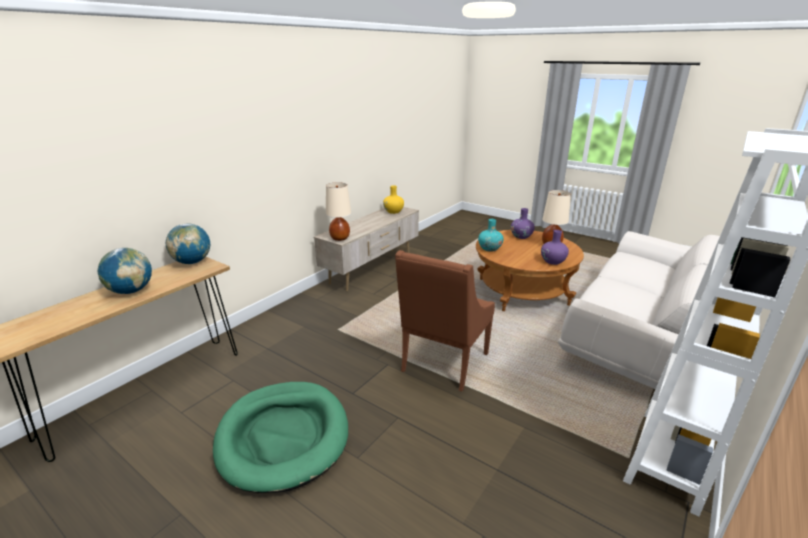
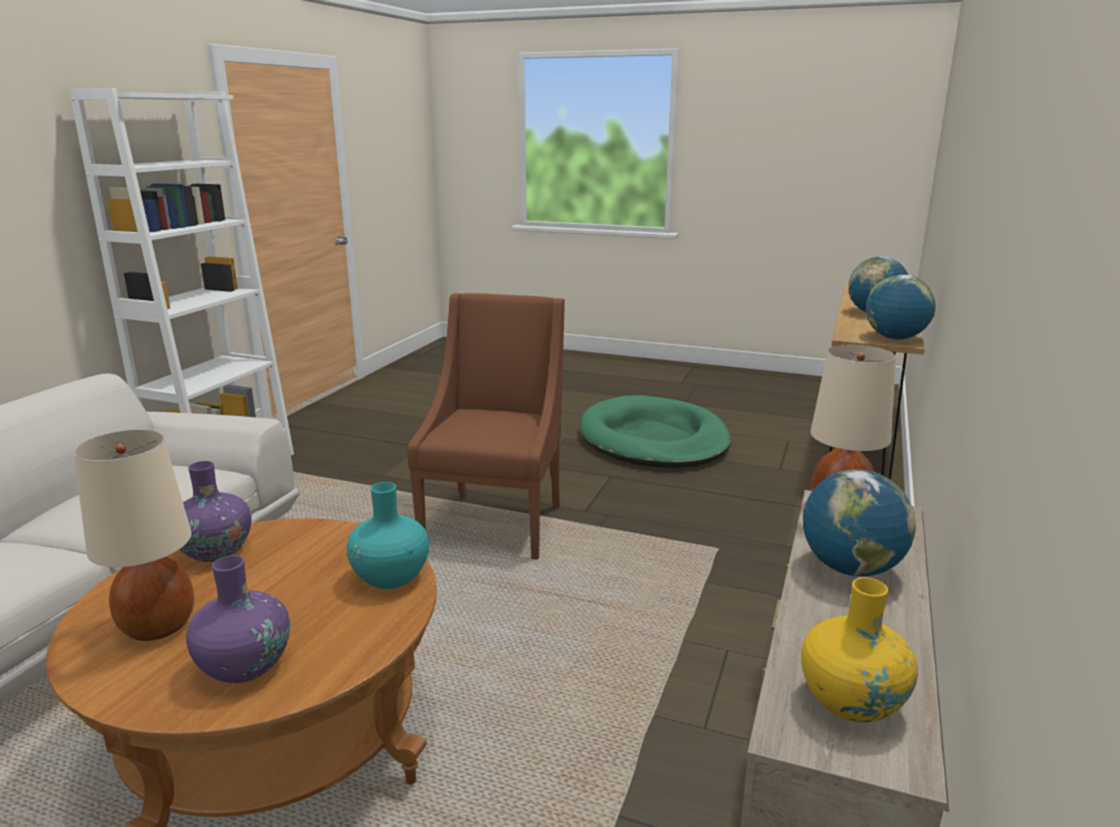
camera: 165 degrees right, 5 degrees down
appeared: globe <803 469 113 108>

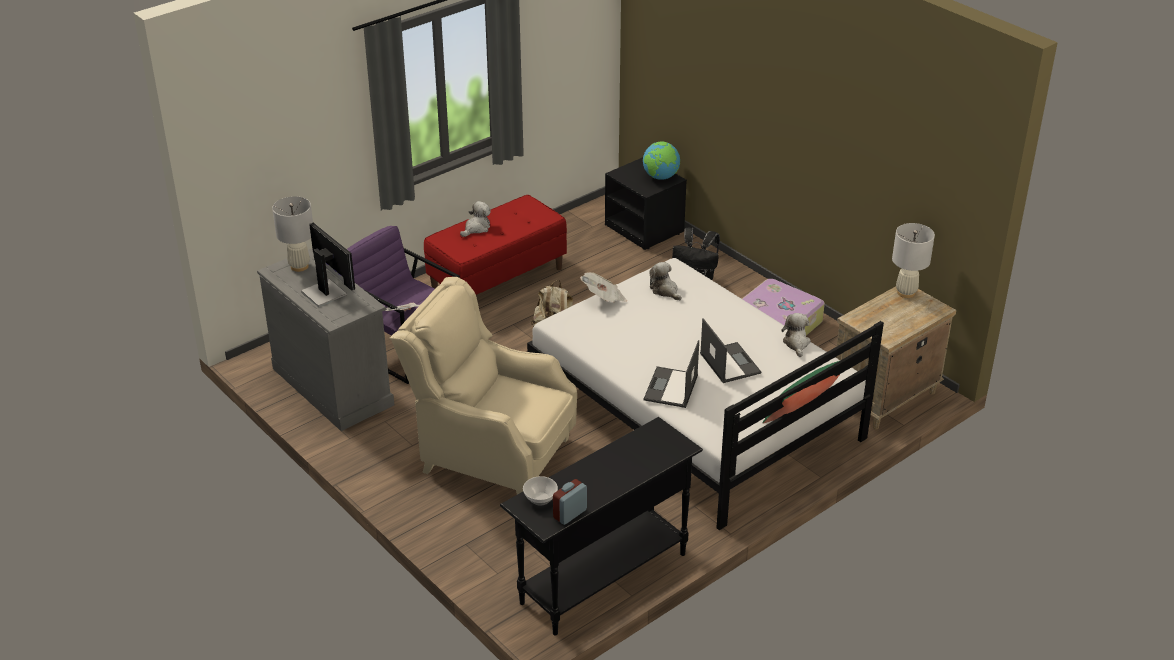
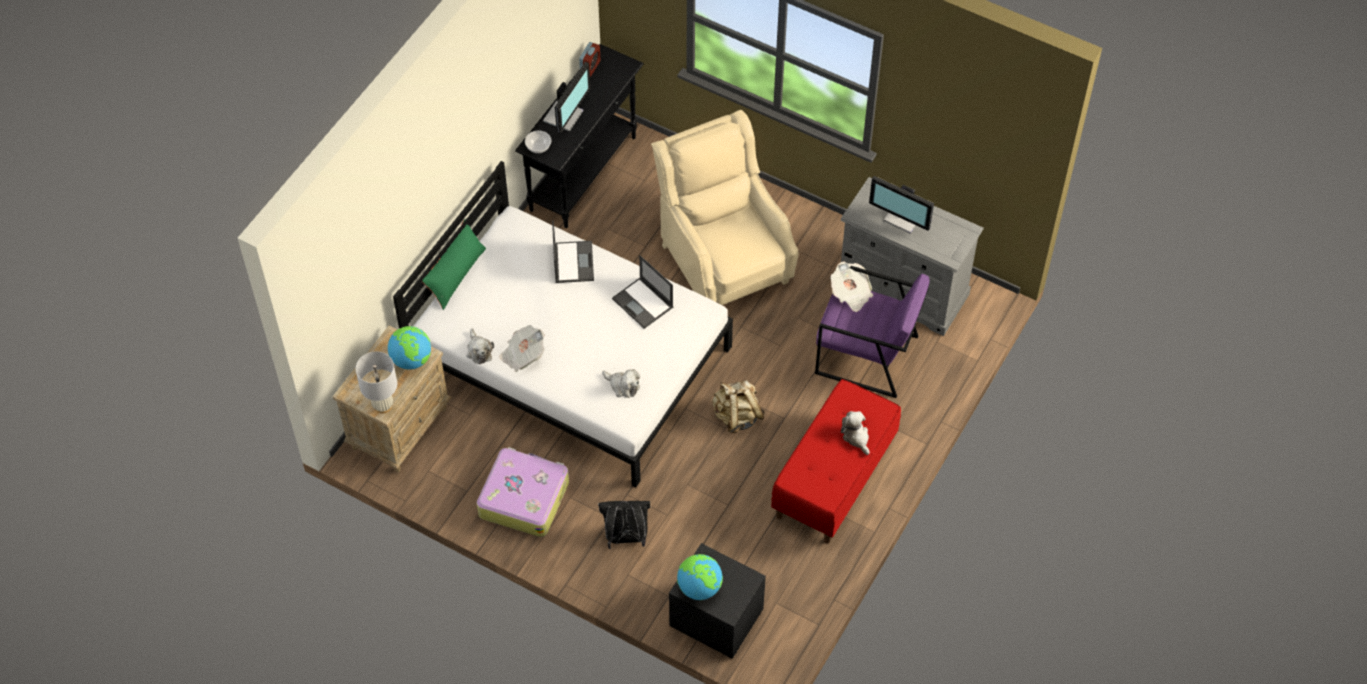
camera: 160 degrees right, 20 degrees up
missing: white table lamp <272 196 41 76>
appeared: globe <388 326 43 44>; monitor <543 62 47 71>
relocated: bowl <523 476 35 29> to <525 130 26 24>; newspaper <580 272 47 31> to <499 325 46 47>; laptop <700 318 61 65> to <612 255 61 74>
spun: beige armchair <390 277 187 218> = <651 109 147 196> 120 degrees counterclockwise; plush toy <460 201 31 36> = <841 411 29 44> 135 degrees clockwise

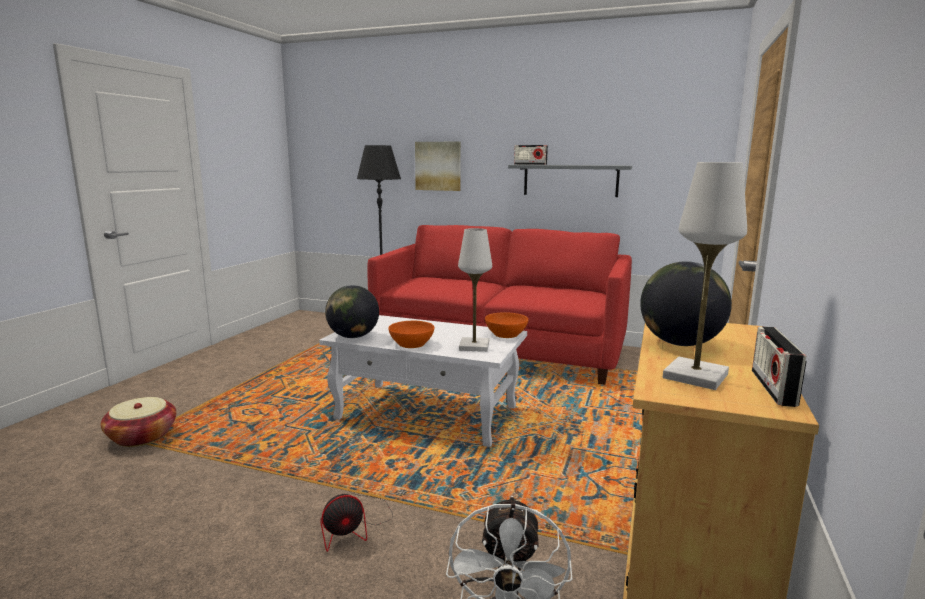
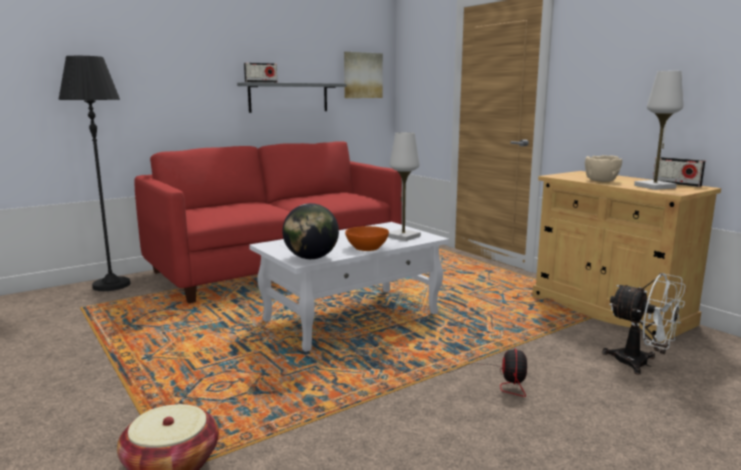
camera: 55 degrees left, 0 degrees up
missing: orange bowl <485 312 43 26>
relocated: picture <415 142 46 49> to <344 52 39 46>
exchanged: globe <640 261 92 85> to beige bowl <585 155 37 27>

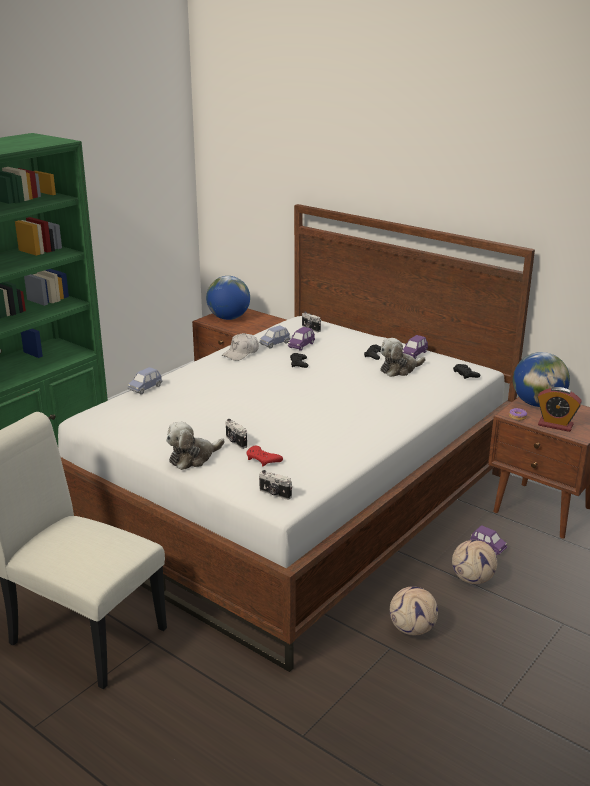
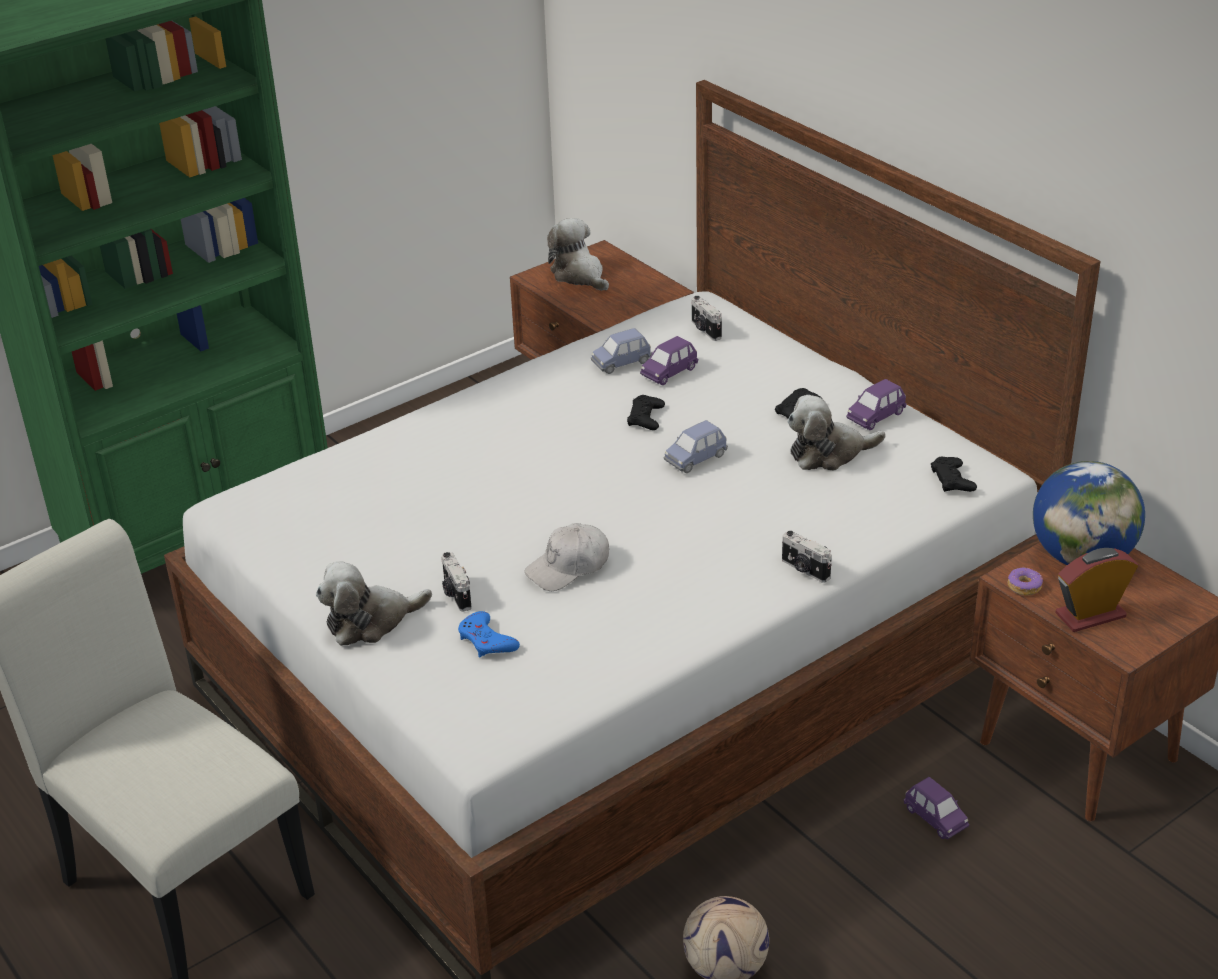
camera: 15 degrees right, 10 degrees up
missing: football <452 540 45 44>
relocated: blue toy car <128 367 35 28> to <663 420 65 53>; white cap <222 333 37 28> to <524 523 85 68>; photo camera <259 470 33 30> to <782 531 50 52>
exchanged: globe <206 276 44 44> to plush toy <547 218 62 73>
colour: red game controller <247 446 36 20> to blue game controller <458 611 62 46>
spun: alarm clock <537 387 45 45> = <1055 548 83 84> 120 degrees clockwise

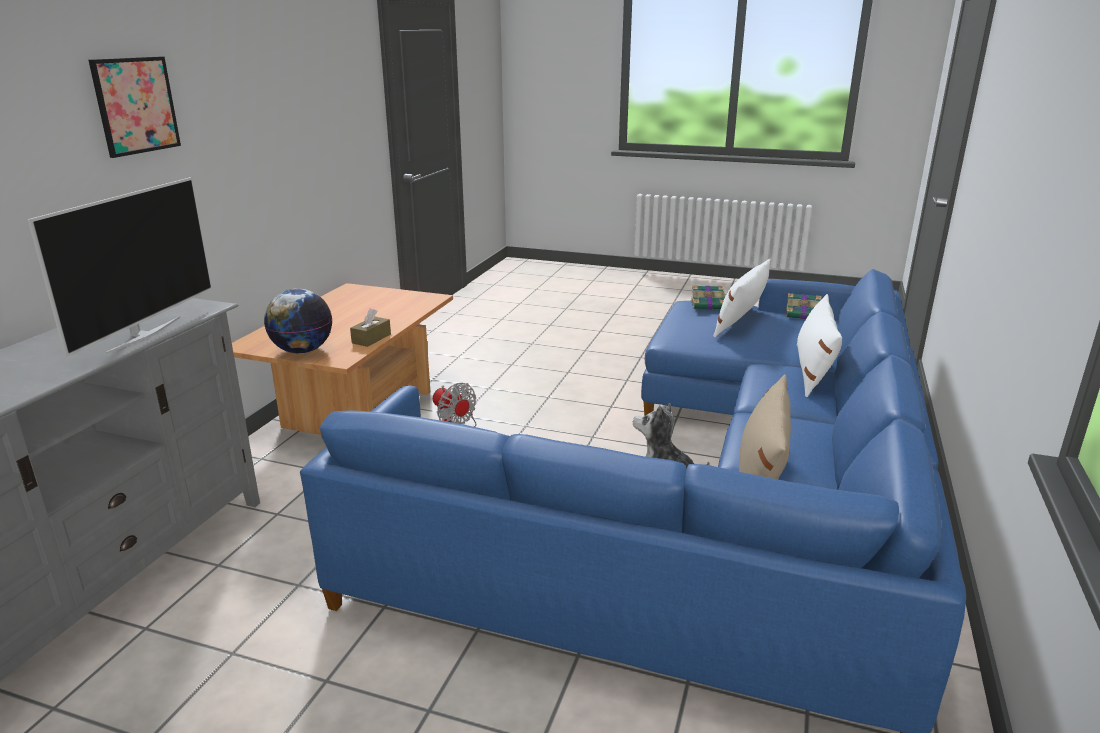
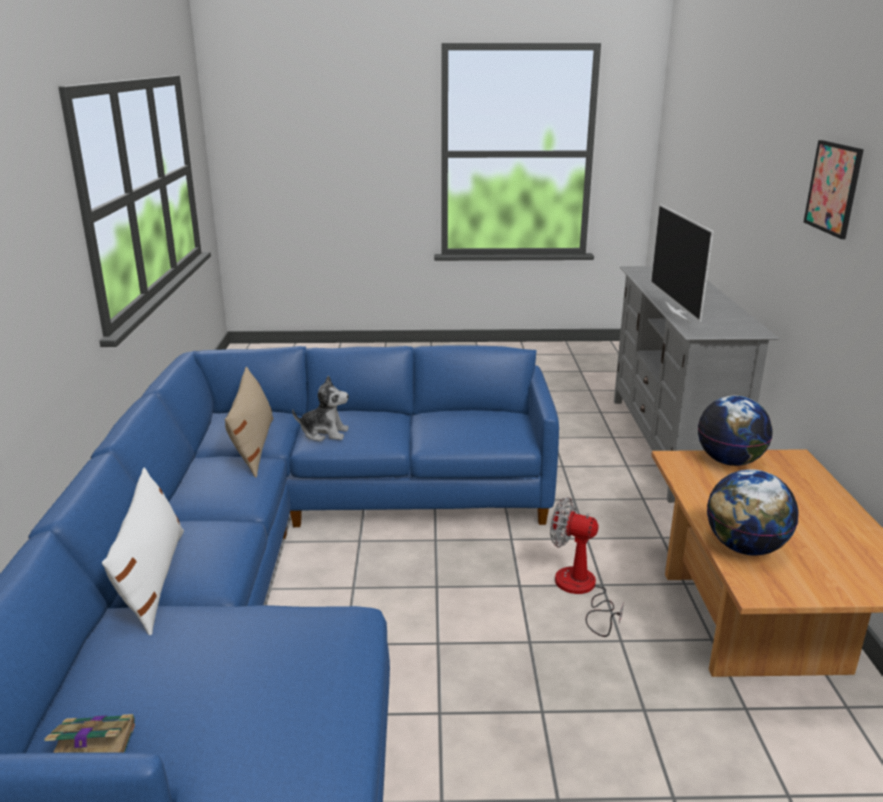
camera: 160 degrees right, 0 degrees up
missing: brown tissue box <350 309 41 38>; book <691 285 34 24>; white pillow <713 259 57 78>
appeared: globe <707 469 91 86>

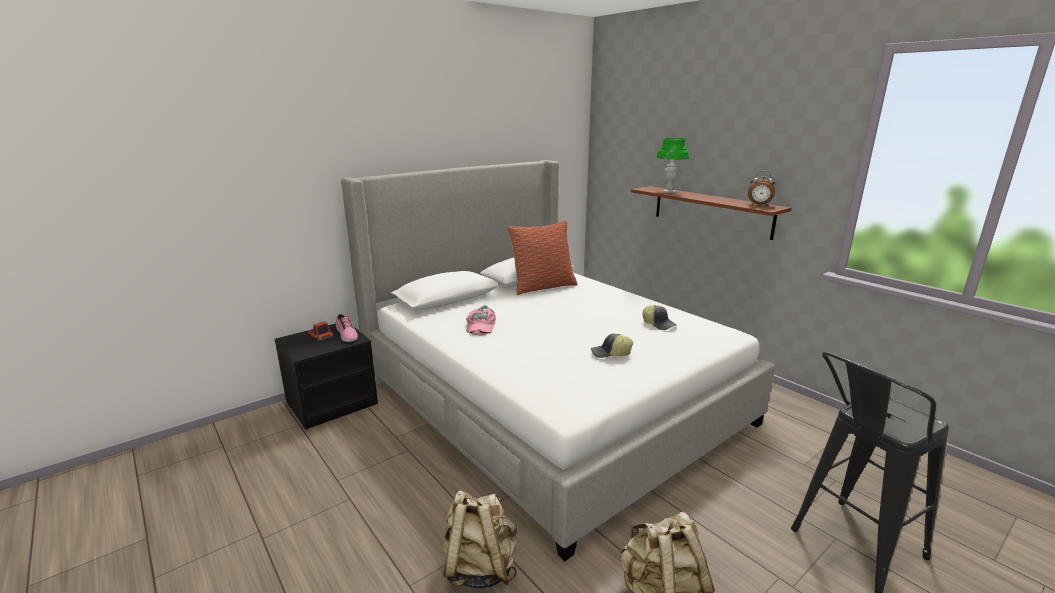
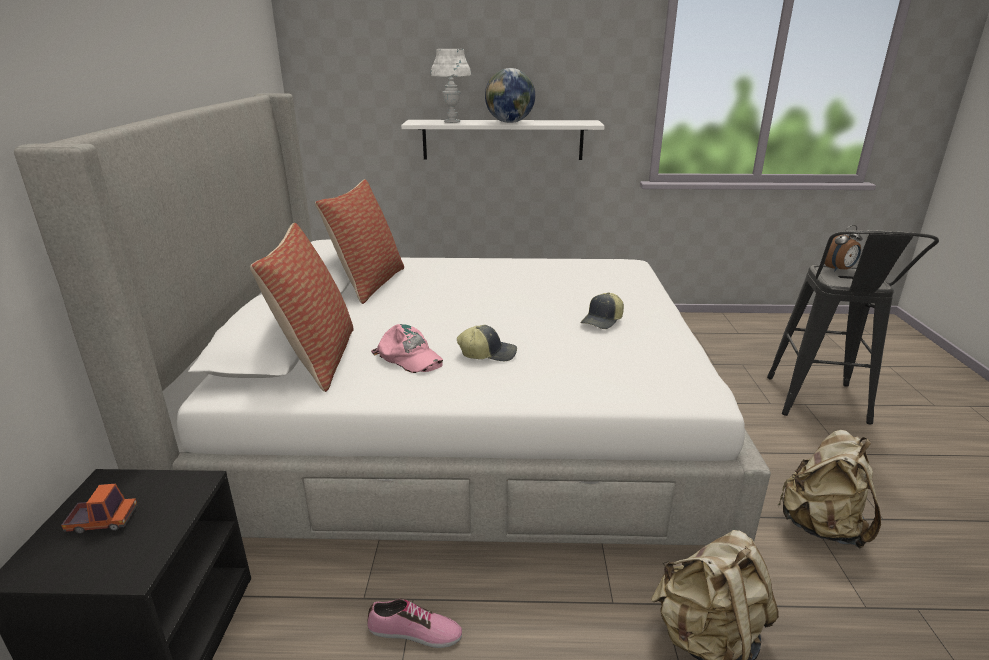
camera: 50 degrees left, 5 degrees up
appeared: pillow <250 223 104 169>; globe <485 68 50 55>
relocated: shoe <336 314 22 28> to <367 599 95 49>; cap <643 305 33 25> to <457 325 60 36>; alarm clock <748 171 28 35> to <824 225 39 47>
colour: brown shelf <631 186 161 54> to white shelf <401 120 204 40>; green table lamp <657 138 32 55> to white table lamp <430 49 41 74>

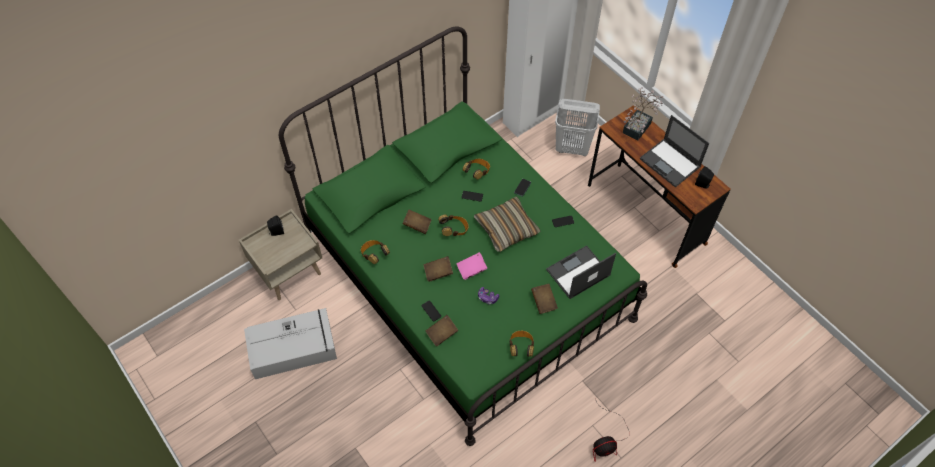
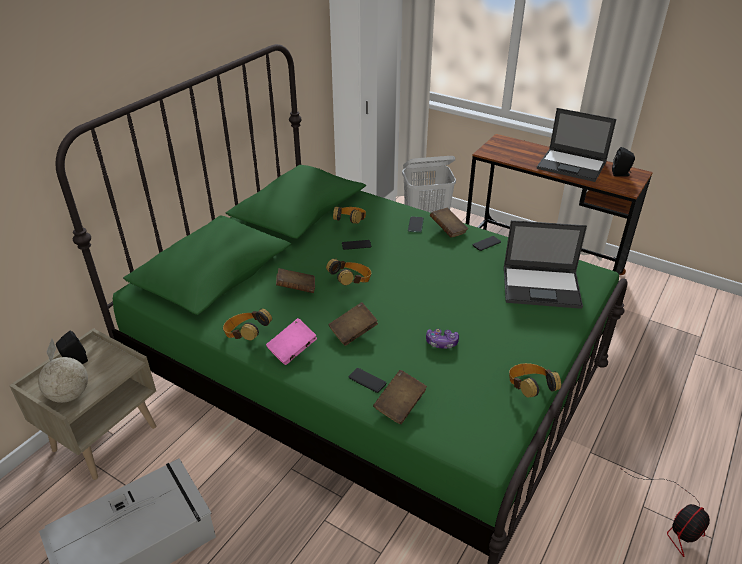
camera: 20 degrees left, 20 degrees down
missing: pillow <474 196 67 56>; potted plant <623 87 40 54>
appeared: globe <38 339 50 64>
relocated: pink book <457 252 30 28> to <266 318 51 47>; brown book <531 284 27 30> to <430 208 38 30>
spun: laptop <546 245 70 54> = <504 220 83 89> 120 degrees counterclockwise

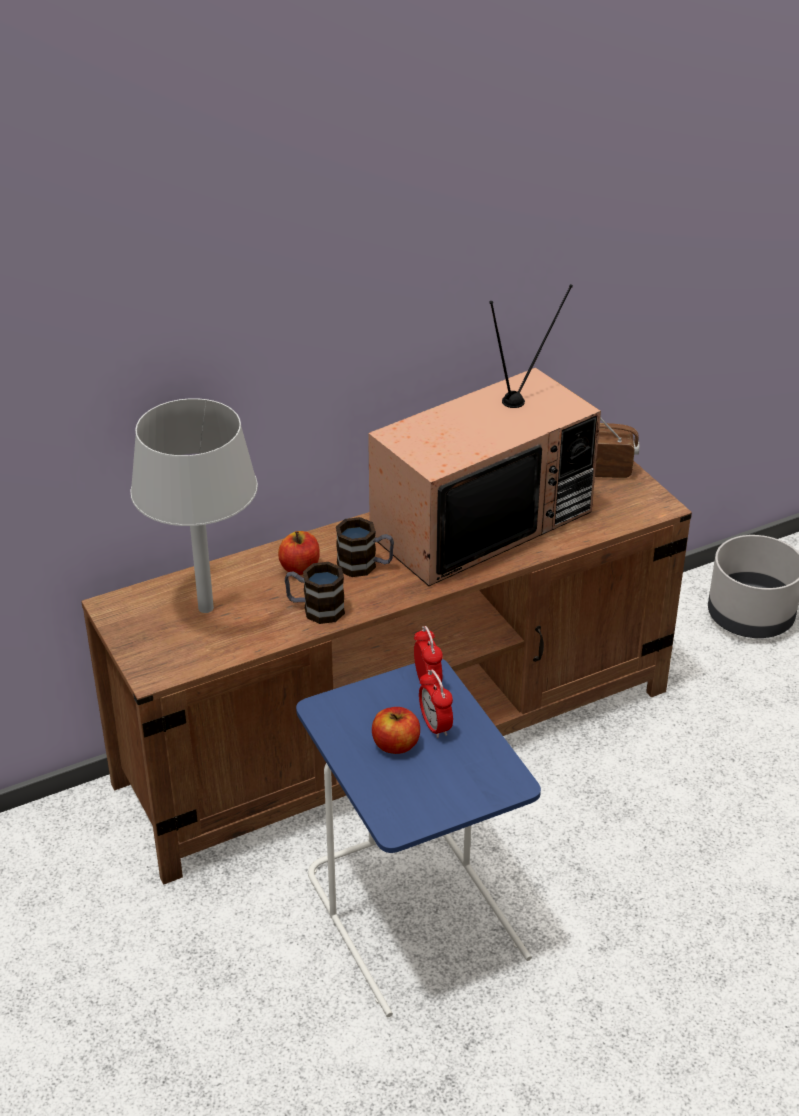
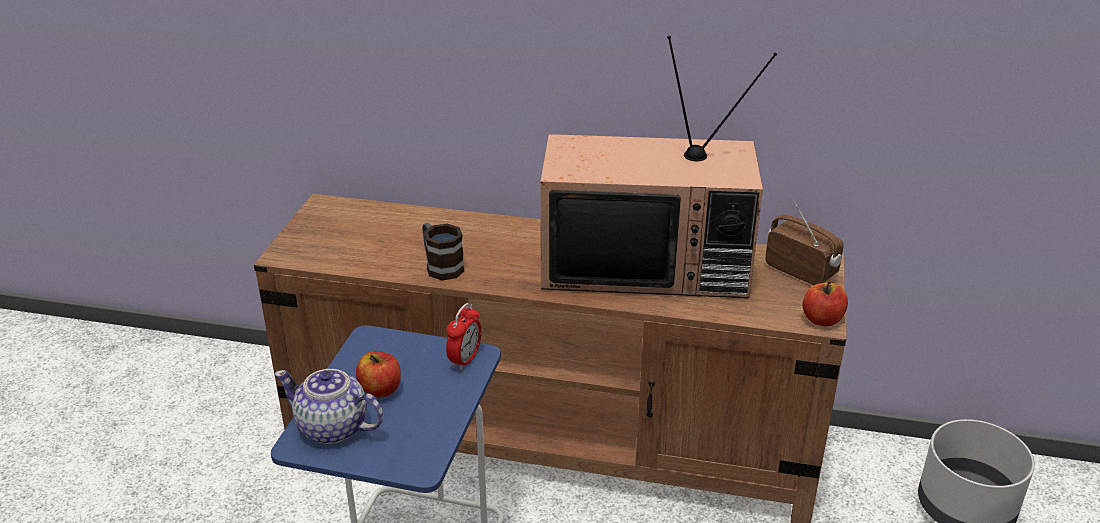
camera: 40 degrees right, 5 degrees down
missing: grey table lamp <130 398 128 215>; mug <336 517 58 60>; alarm clock <419 670 34 68>
appeared: teapot <274 369 110 75>
relocated: apple <278 531 42 44> to <803 281 45 45>

